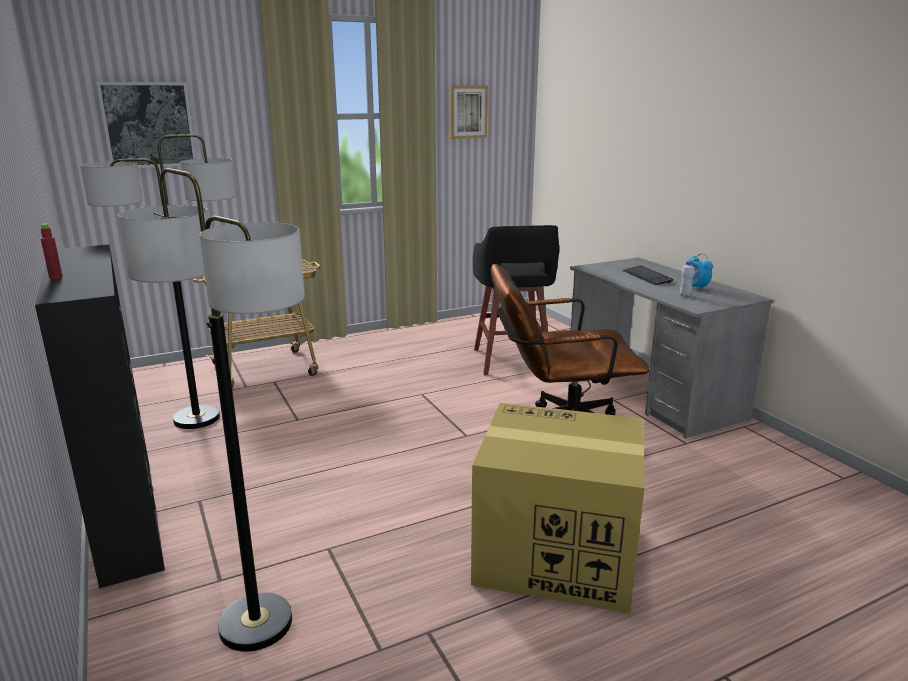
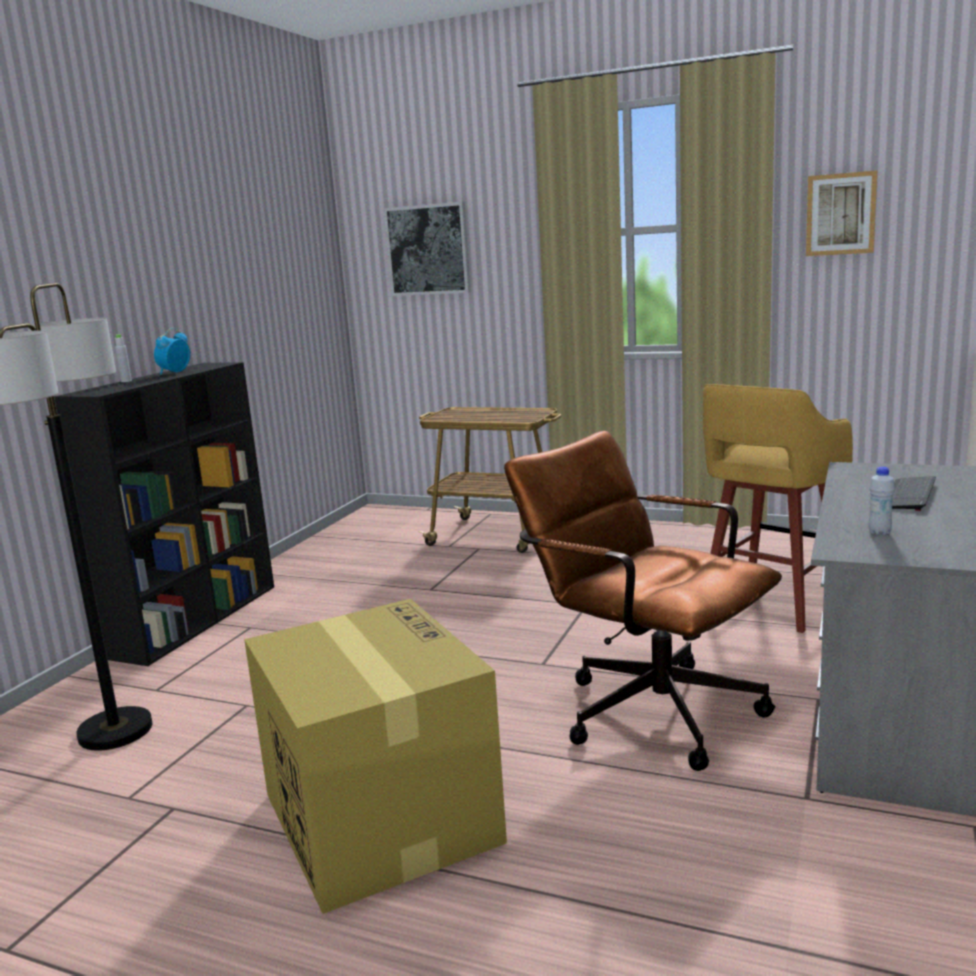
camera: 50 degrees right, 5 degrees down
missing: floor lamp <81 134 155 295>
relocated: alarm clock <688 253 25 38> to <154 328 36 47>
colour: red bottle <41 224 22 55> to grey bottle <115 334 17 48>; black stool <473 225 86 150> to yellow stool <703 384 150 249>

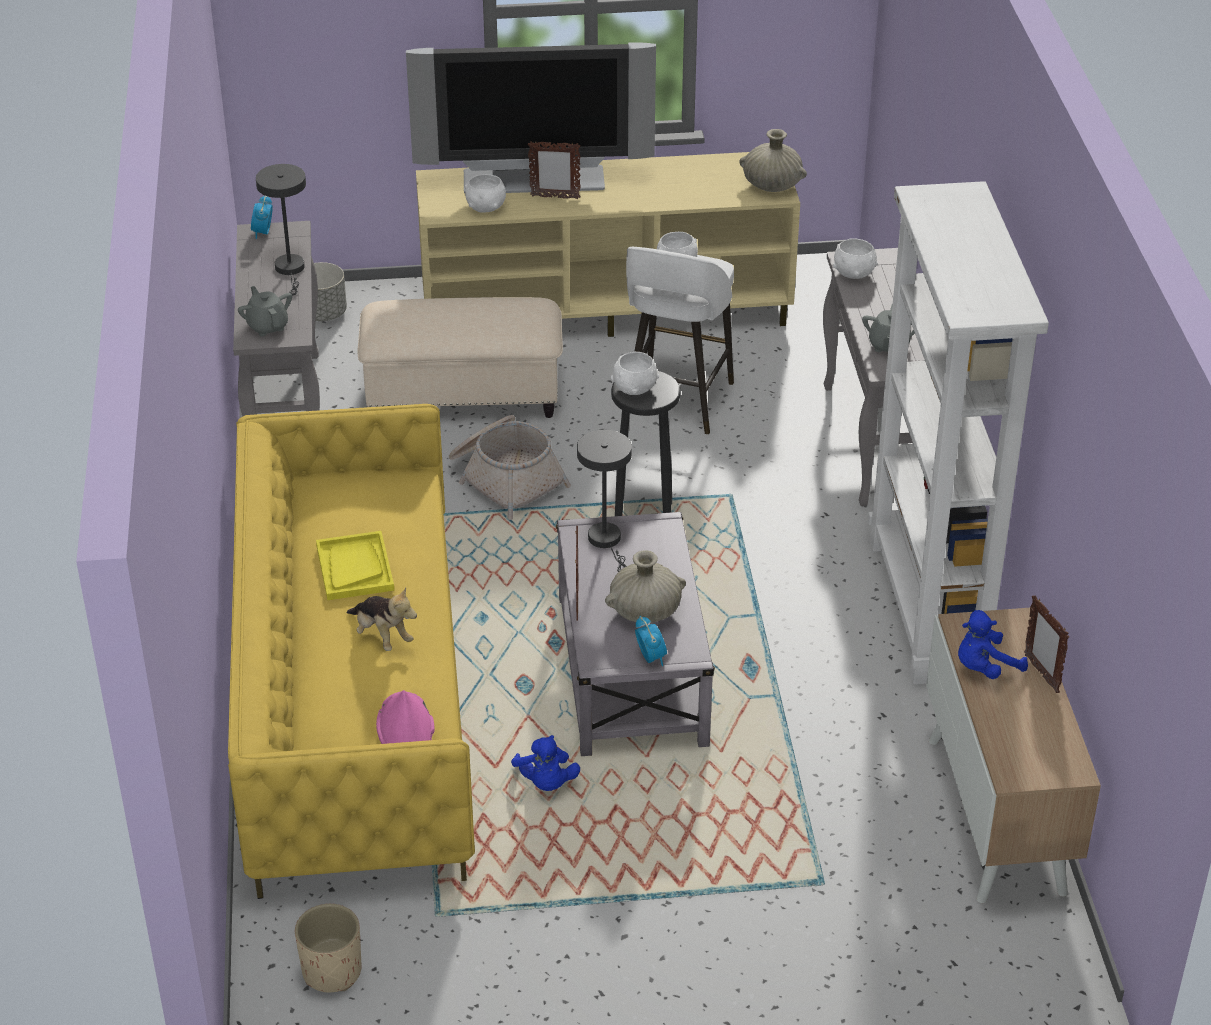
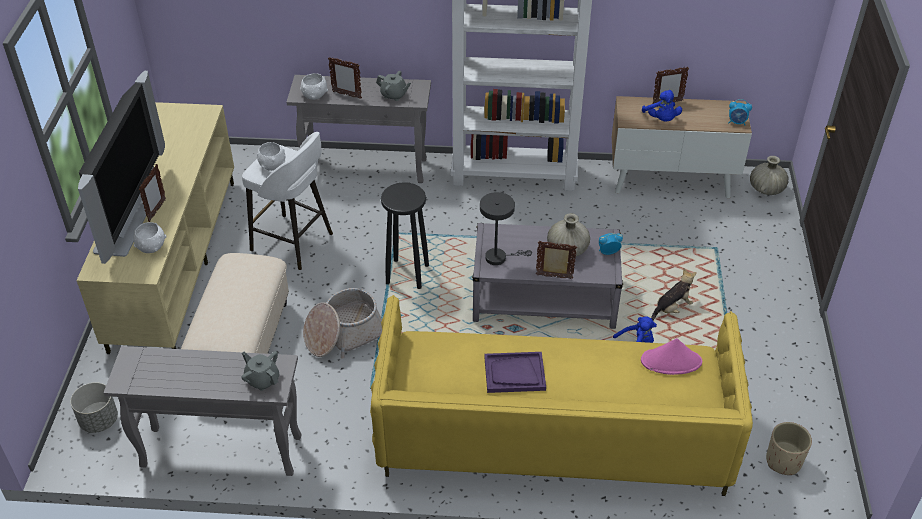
camera: 80 degrees left, 5 degrees up
missing: grey table lamp <256 164 50 131>; white bowl <611 352 48 43>
appeared: picture frame <328 57 34 42>
relocated: alarm clock <251 196 22 43> to <728 99 24 26>; plush toy <347 587 70 64> to <651 269 45 51>; beige vase <739 129 68 63> to <750 156 39 39>
colour: yellow tray <316 531 78 69> to purple tray <484 352 62 41>
spun: grey teapot <238 286 54 50> = <241 351 38 40> 60 degrees clockwise

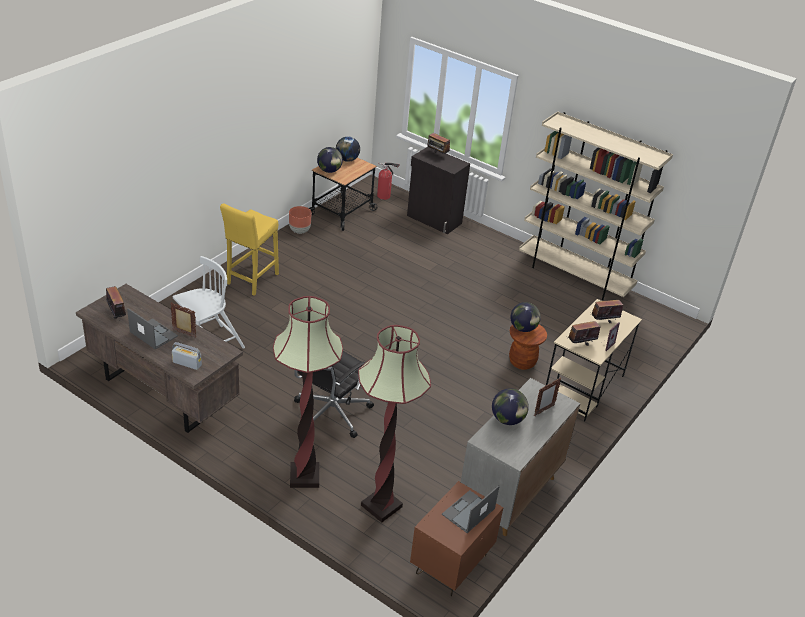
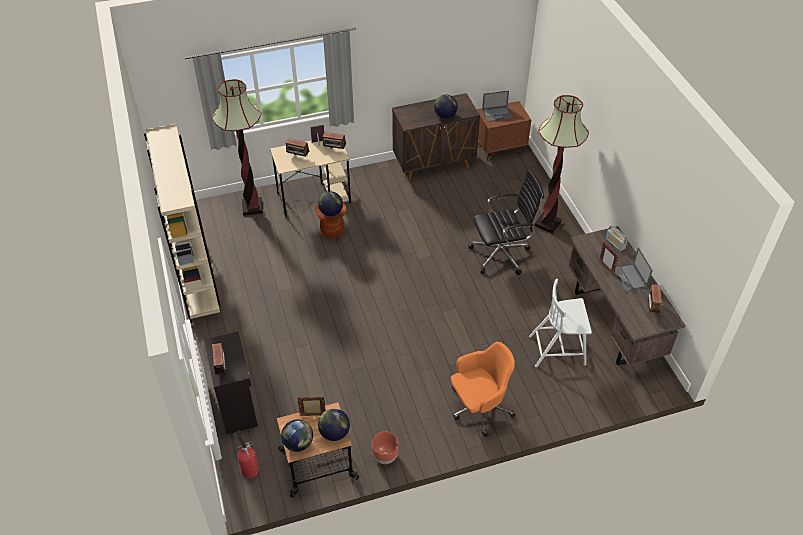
camera: 140 degrees left, 10 degrees up
relocated: floor lamp <358 325 73 198> to <212 79 51 137>; picture frame <534 378 27 38> to <297 397 29 19>
exchanged: yellow stool <220 203 59 93> to orange office chair <451 342 64 95>
colour: grey cabinet <461 378 120 158> to brown cabinet <392 93 88 88>

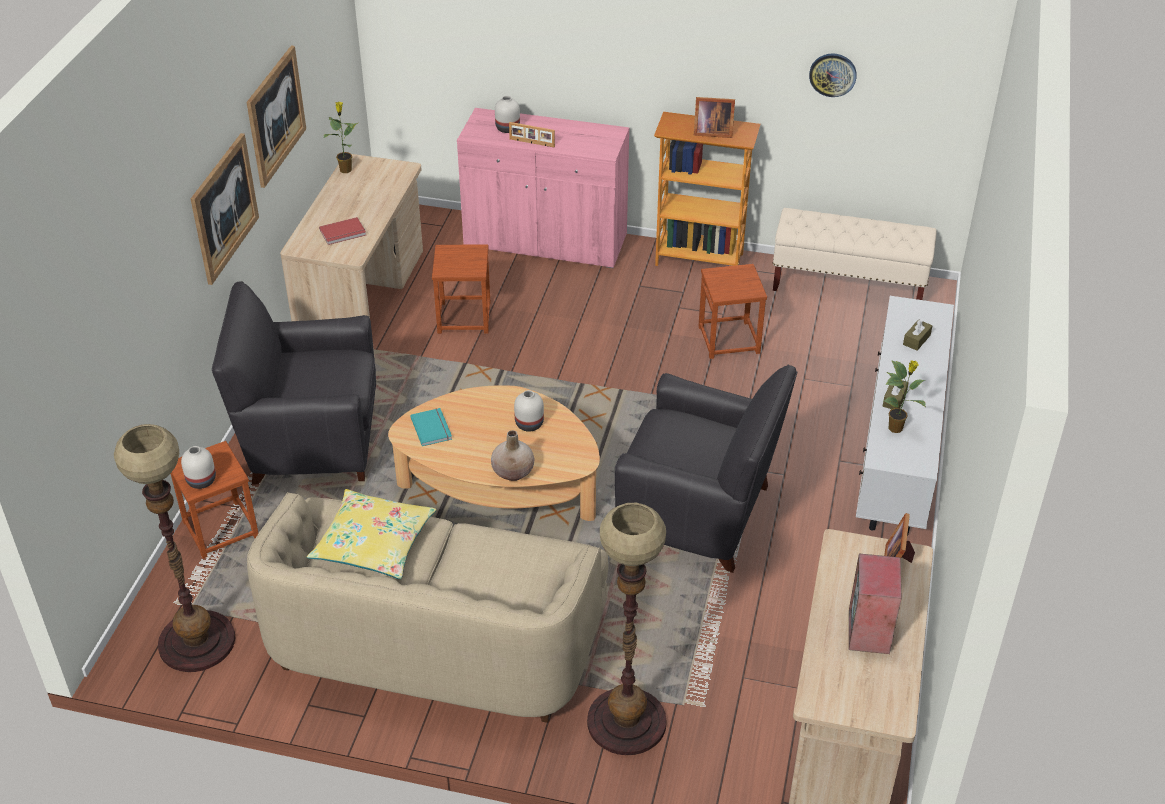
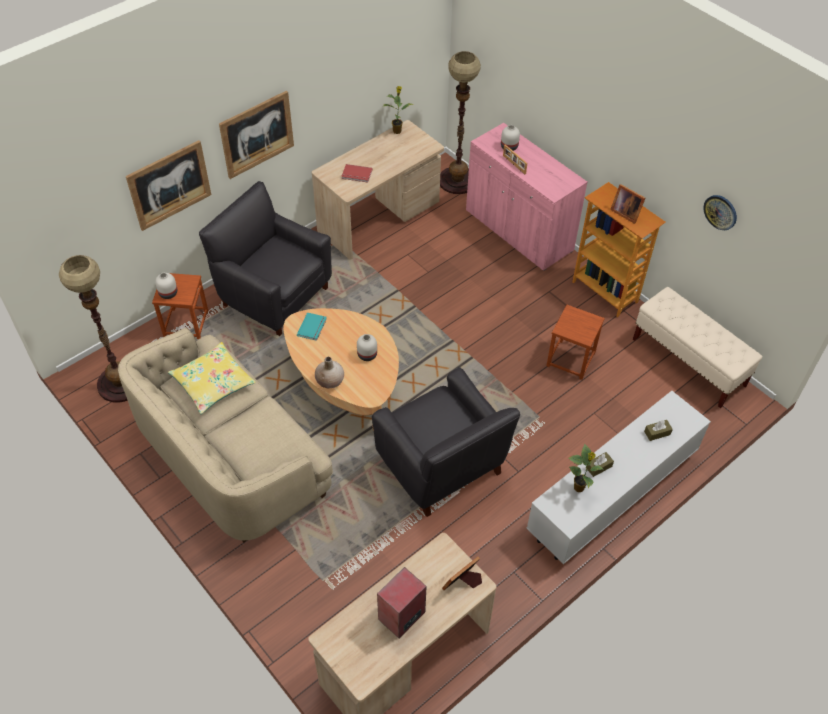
camera: 35 degrees right, 10 degrees up
missing: brown stool <432 245 58 89>
relocated: picture <246 46 60 142> to <126 140 85 91>; floor lamp <587 503 80 252> to <440 51 41 143>

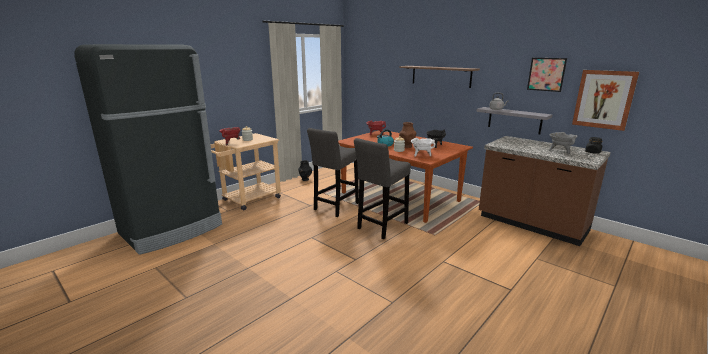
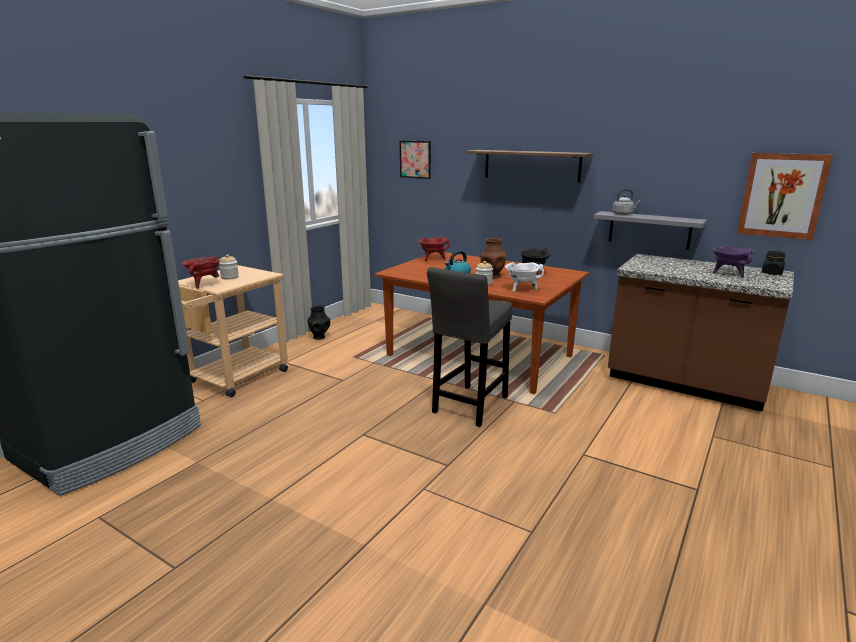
camera: 10 degrees left, 0 degrees up
missing: grey stool <307 128 52 89>
relocated: picture <527 58 40 34> to <400 141 31 38>
colour: grey cooking pot <549 132 28 22> to purple cooking pot <712 245 42 33>

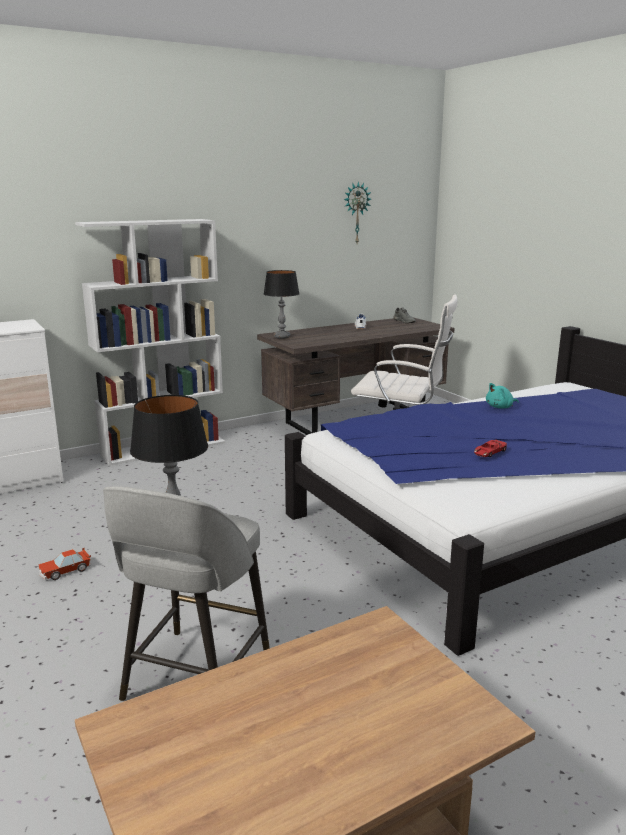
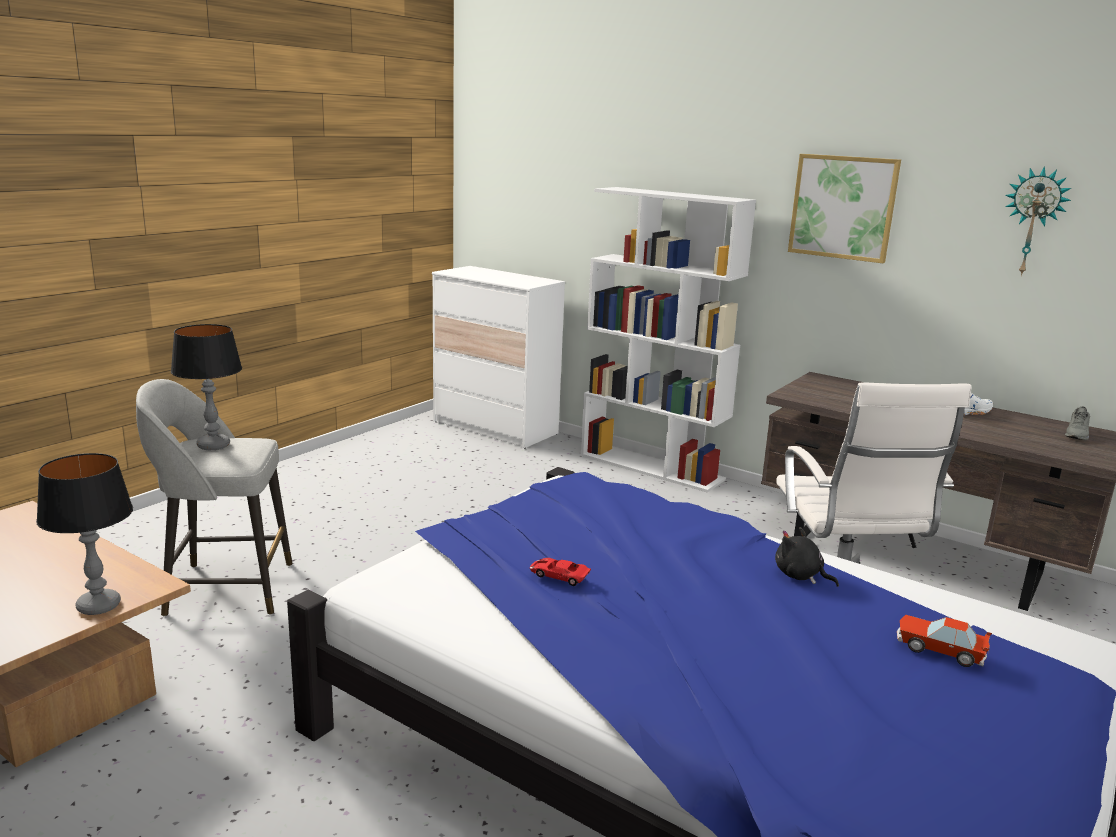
camera: 65 degrees right, 0 degrees up
appeared: picture <788 154 113 109>
relocated: toy car <39 548 52 32> to <897 615 95 52>; table lamp <264 270 35 69> to <36 453 97 162>
colour: turquoise plush toy <486 383 33 25> to black plush toy <775 527 64 60>

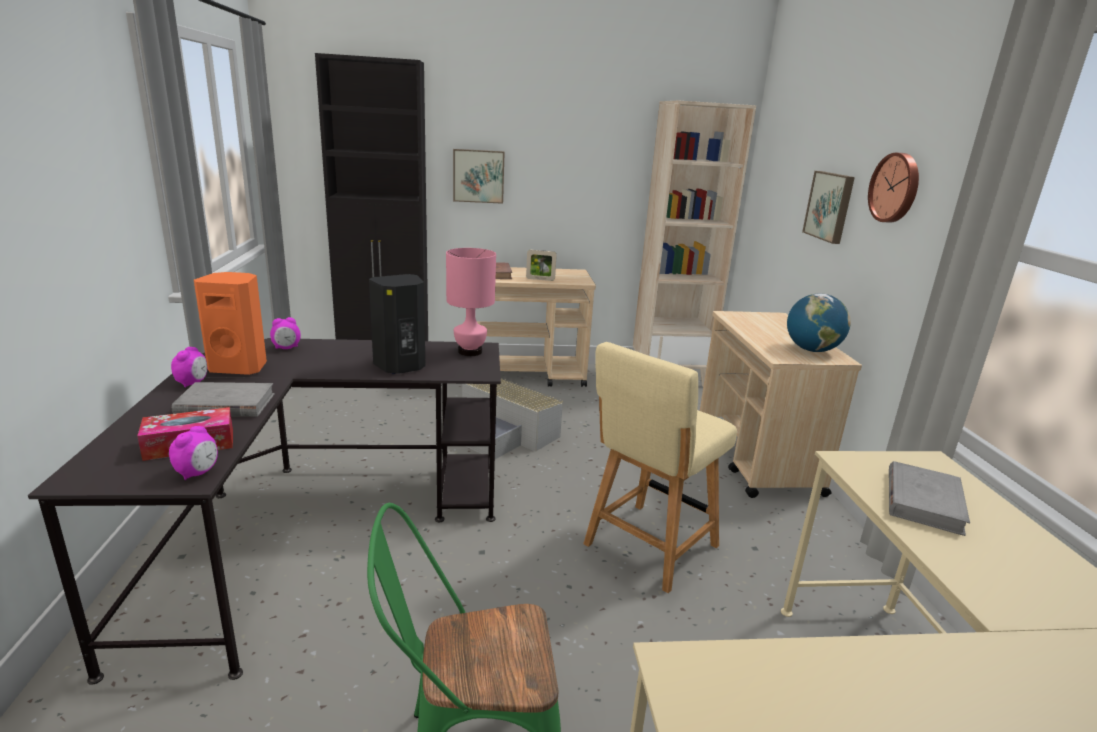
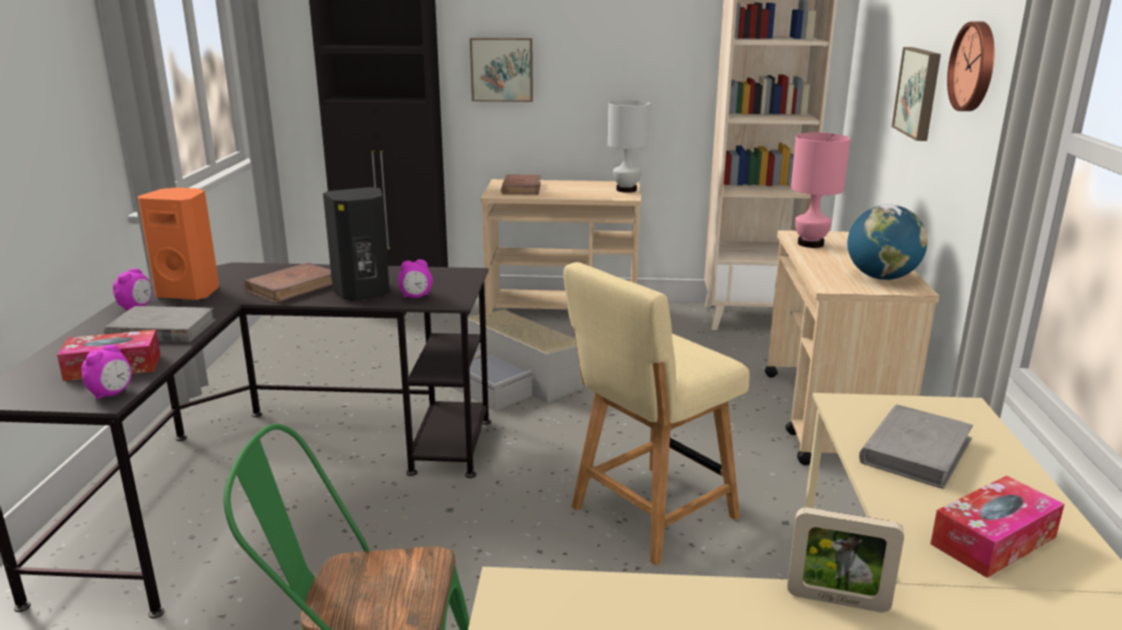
camera: 10 degrees right, 0 degrees up
appeared: brown book <244 263 88 40>; white table lamp <608 100 42 93>; tissue box <930 476 135 102>
relocated: alarm clock <270 317 31 32> to <398 259 34 39>; pink table lamp <446 248 50 108> to <791 133 59 115>; picture frame <526 250 31 31> to <787 507 117 105>

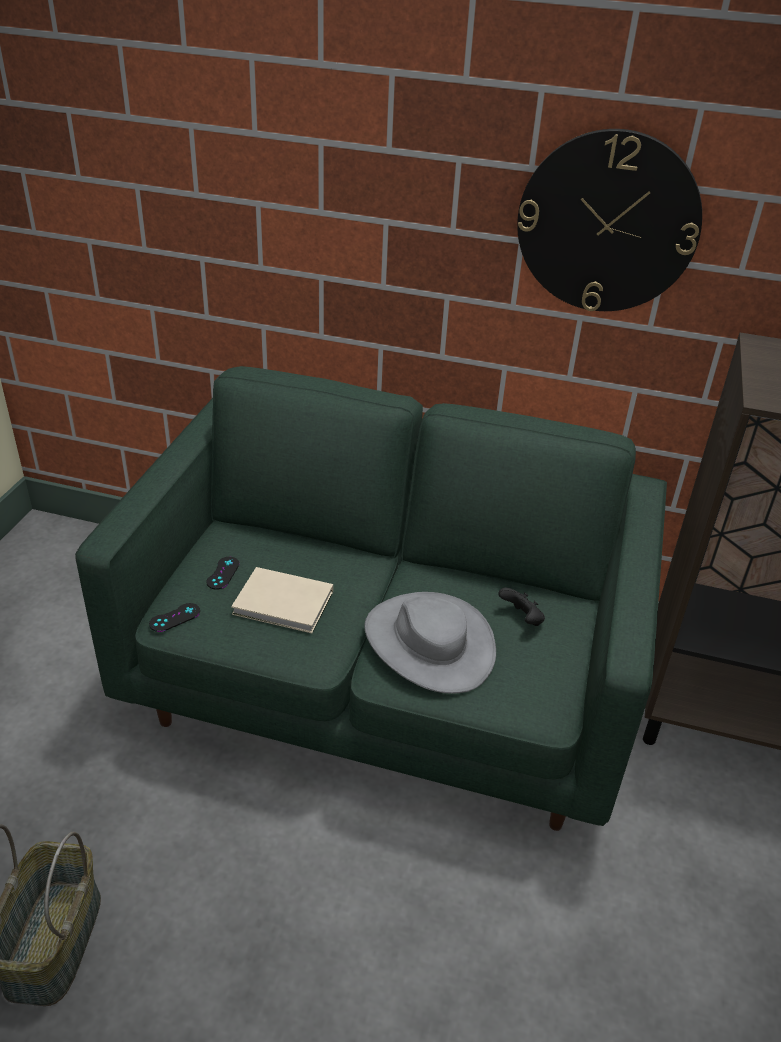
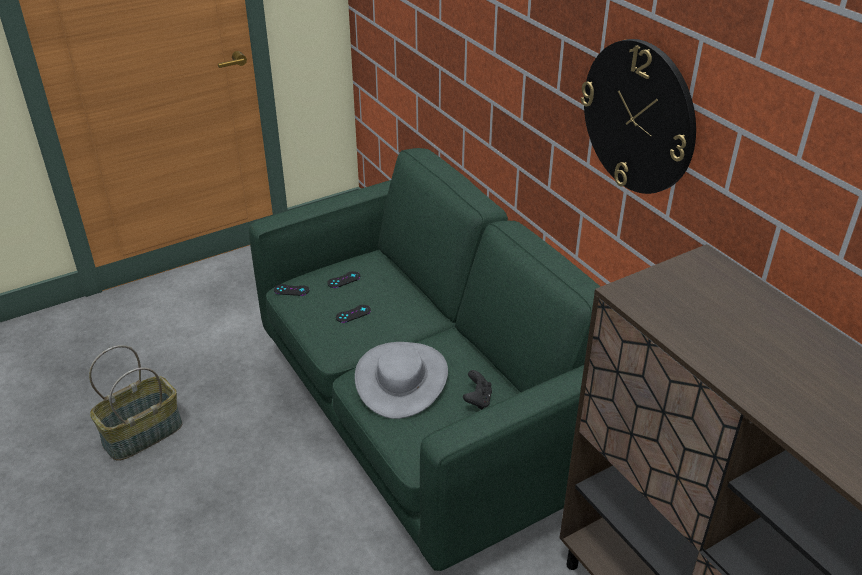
camera: 45 degrees right, 0 degrees up
exchanged: beige book <231 567 102 66> to black game controller <336 305 35 18>

